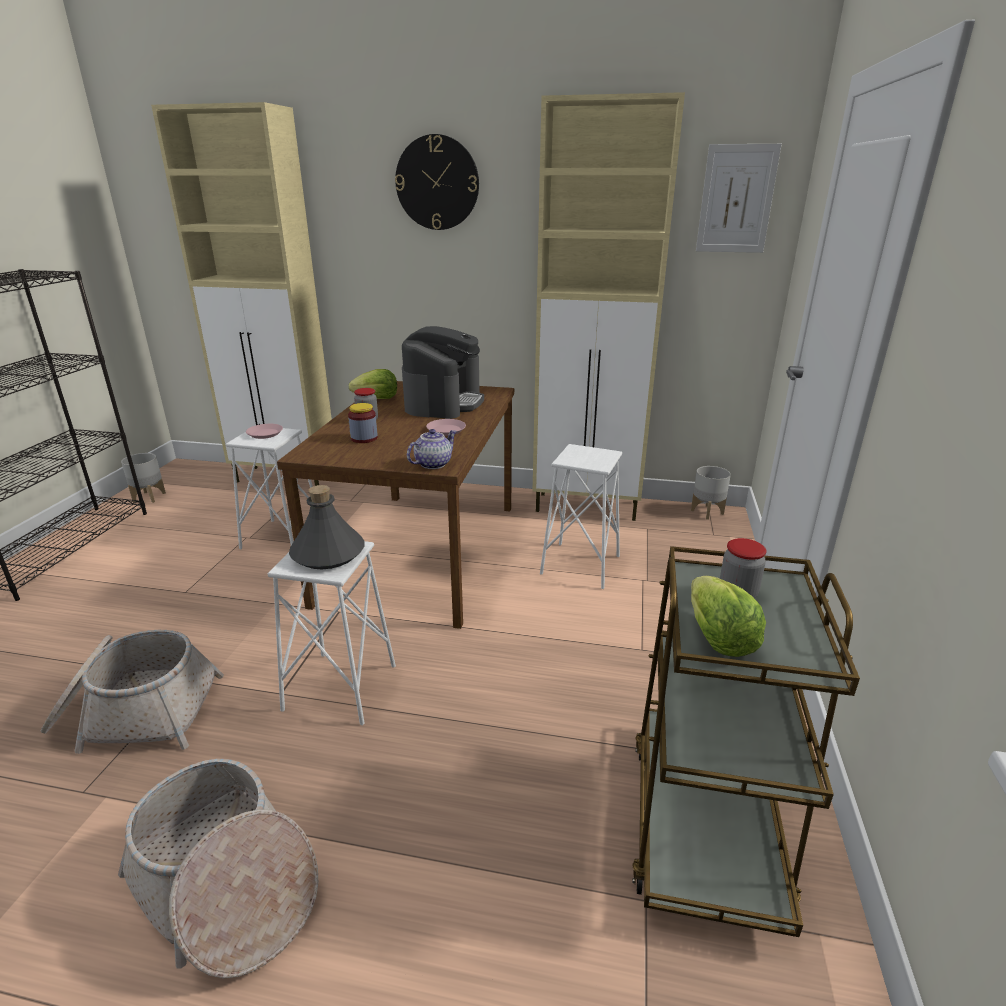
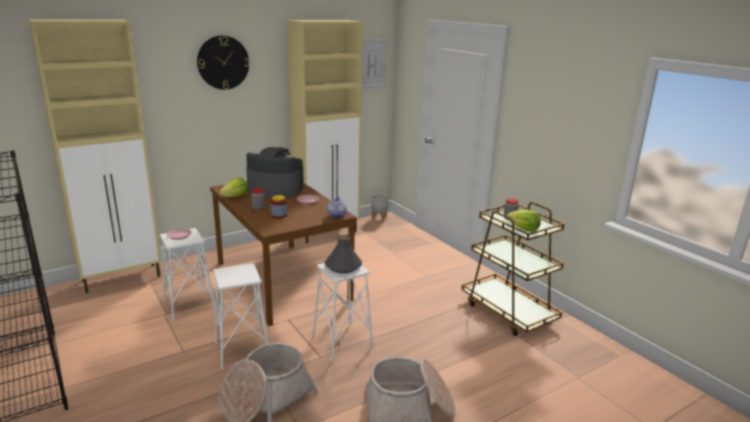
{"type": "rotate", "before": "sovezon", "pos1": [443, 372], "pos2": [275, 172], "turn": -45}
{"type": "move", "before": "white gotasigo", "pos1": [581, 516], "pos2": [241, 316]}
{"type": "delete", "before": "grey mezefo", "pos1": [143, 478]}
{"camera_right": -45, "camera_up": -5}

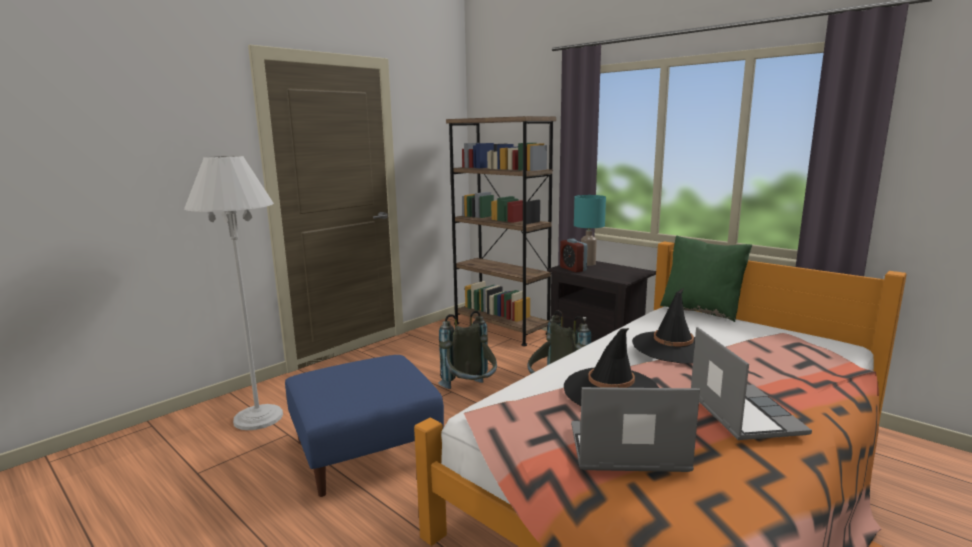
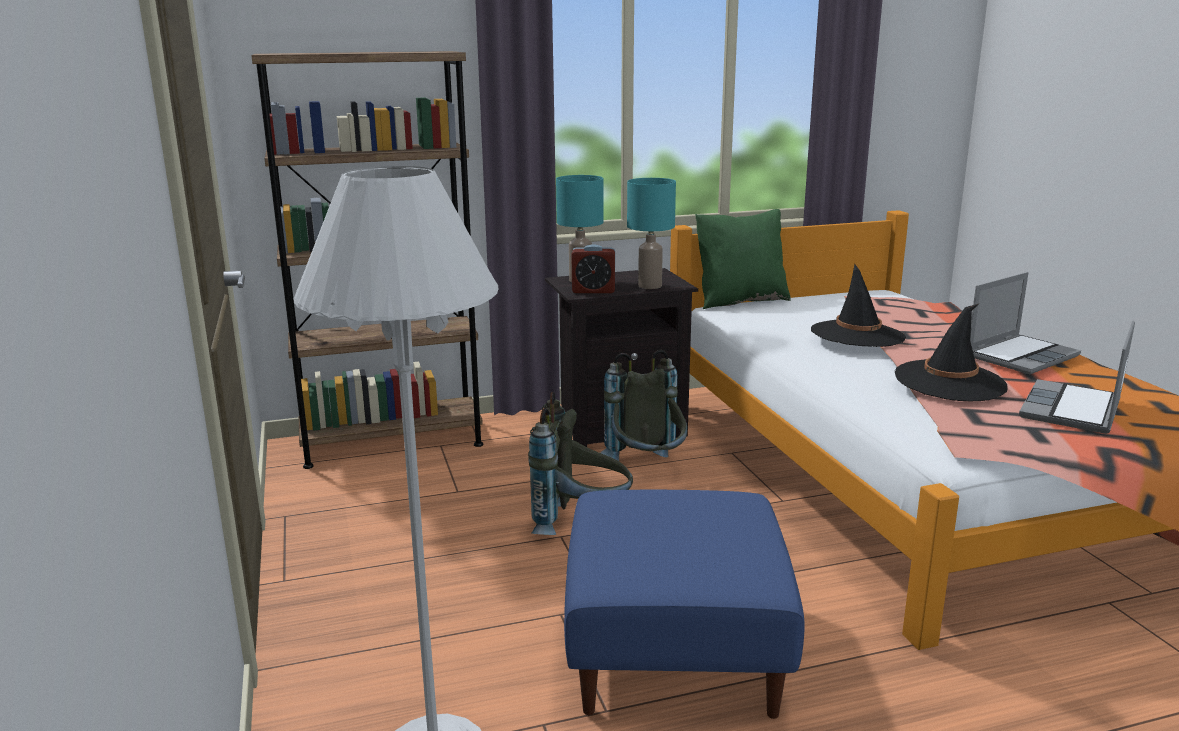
{"type": "rotate", "before": "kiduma", "pos1": [751, 383], "pos2": [1025, 323], "turn": 120}
{"type": "insert", "after": "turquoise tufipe", "pos2": [651, 233]}
{"camera_right": -60, "camera_up": 5}

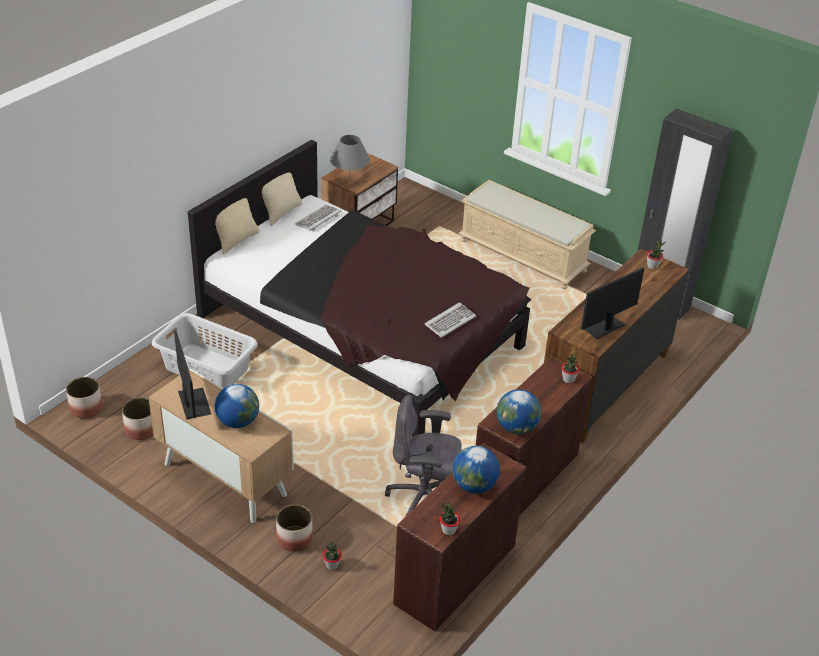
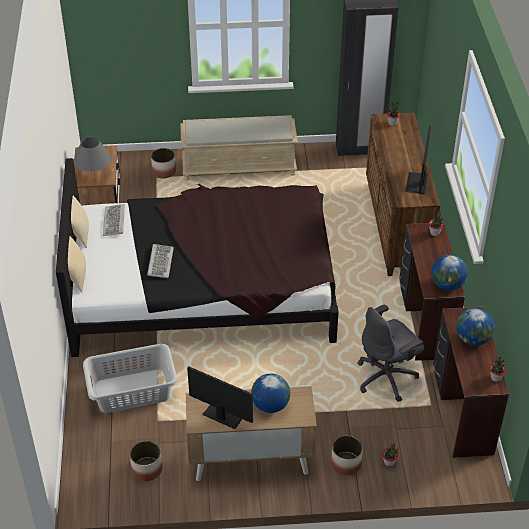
{"type": "move", "before": "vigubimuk", "pos1": [450, 320], "pos2": [160, 261]}
{"type": "move", "before": "mezefo", "pos1": [84, 398], "pos2": [163, 163]}
{"camera_right": -40, "camera_up": 5}

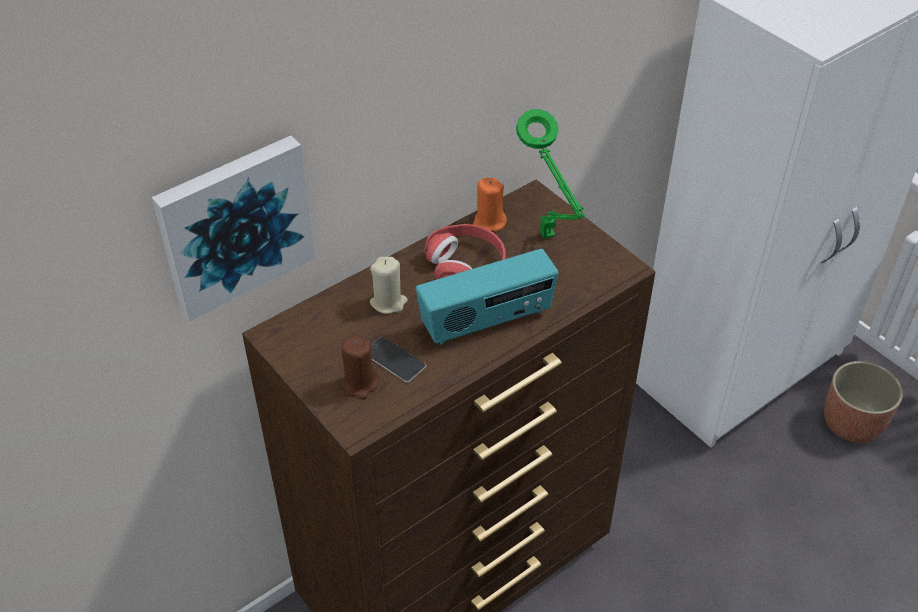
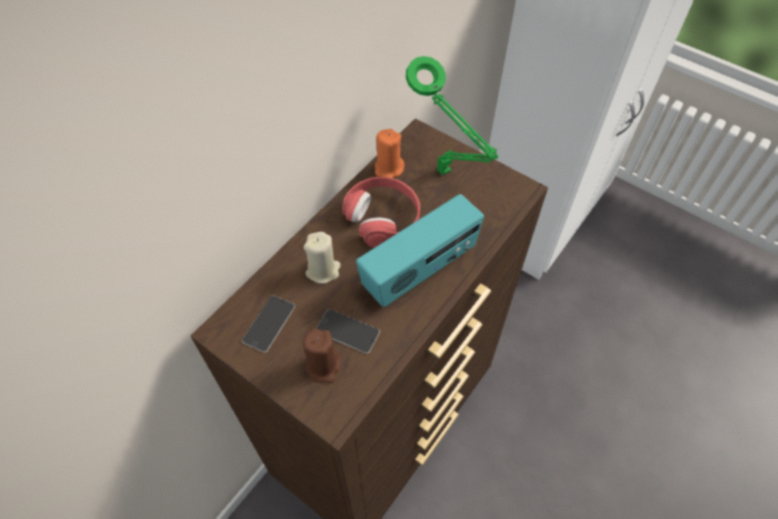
{"type": "delete", "before": "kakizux", "pos1": [233, 228]}
{"type": "delete", "before": "mezefo", "pos1": [863, 402]}
{"type": "insert", "after": "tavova", "pos2": [268, 324]}
{"camera_right": -15, "camera_up": 10}

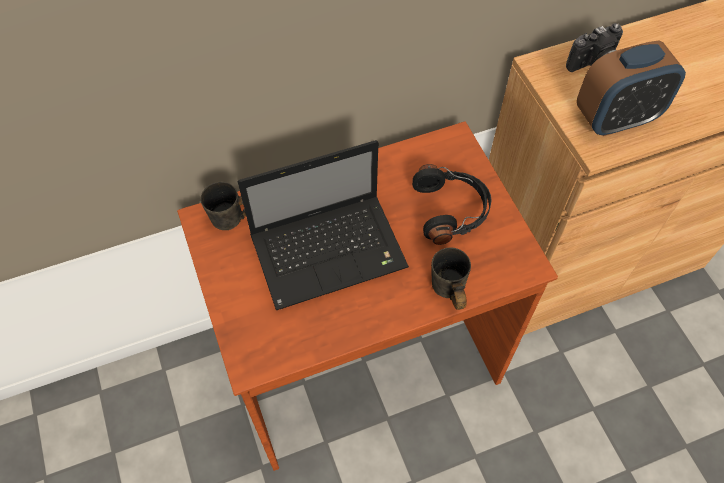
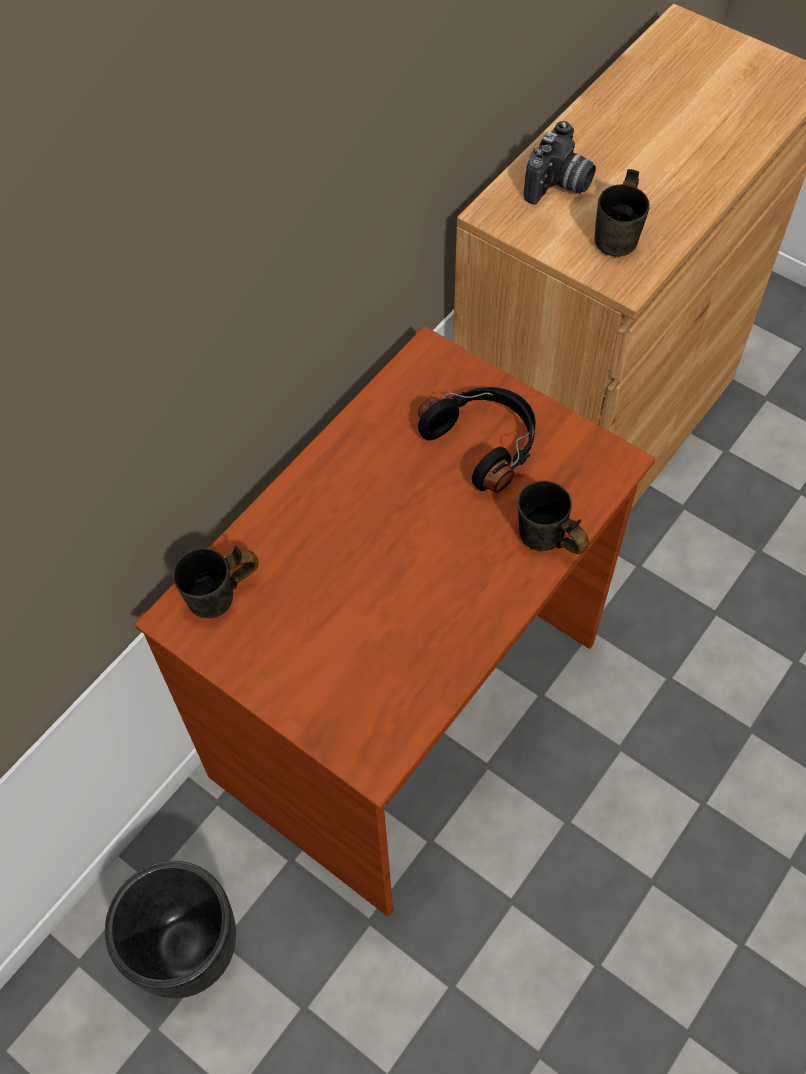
{"type": "replace", "before": "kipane", "after": "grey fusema", "pos1": [631, 88], "pos2": [622, 212]}
{"type": "delete", "before": "kiduma", "pos1": [323, 225]}
{"type": "insert", "after": "black mezefo", "pos2": [170, 929]}
{"camera_right": -30, "camera_up": 0}

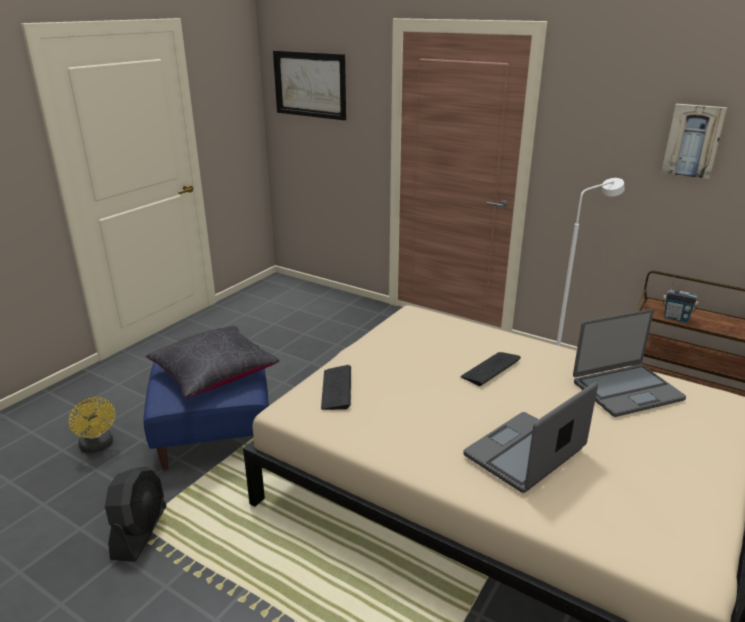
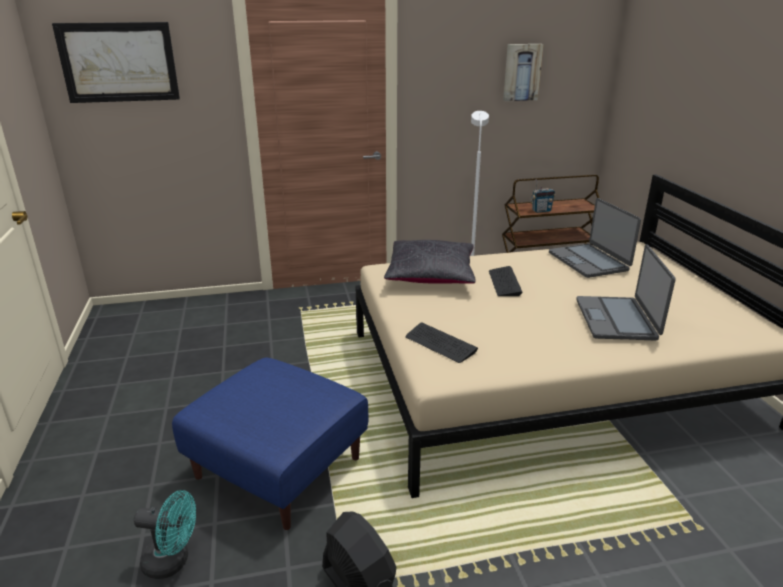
{"type": "rotate", "before": "kiduma", "pos1": [629, 363], "pos2": [595, 238], "turn": 135}
{"type": "move", "before": "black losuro", "pos1": [213, 362], "pos2": [430, 262]}
{"type": "recolor", "before": "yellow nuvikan", "after": "turquoise nuvikan", "pos1": [92, 425], "pos2": [165, 534]}
{"camera_right": -45, "camera_up": 0}

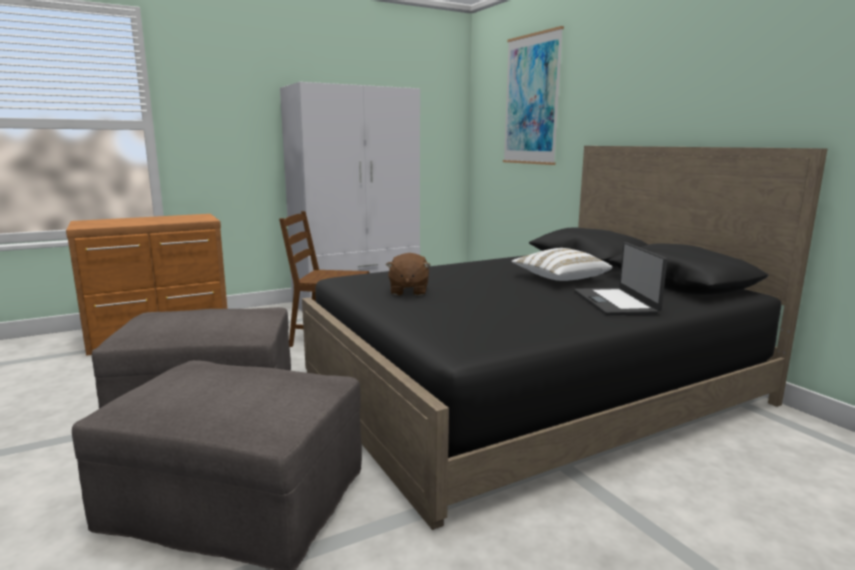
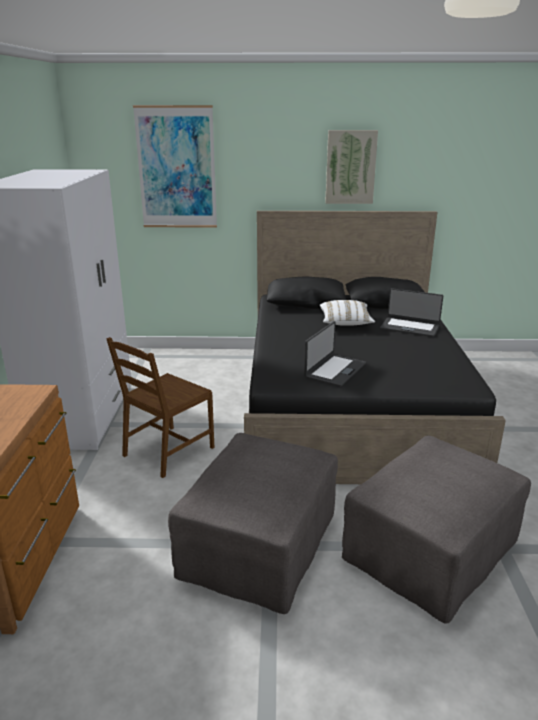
{"type": "replace", "before": "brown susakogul", "after": "kiduma", "pos1": [408, 274], "pos2": [335, 354]}
{"type": "insert", "after": "kakizux", "pos2": [351, 167]}
{"camera_right": -60, "camera_up": 10}

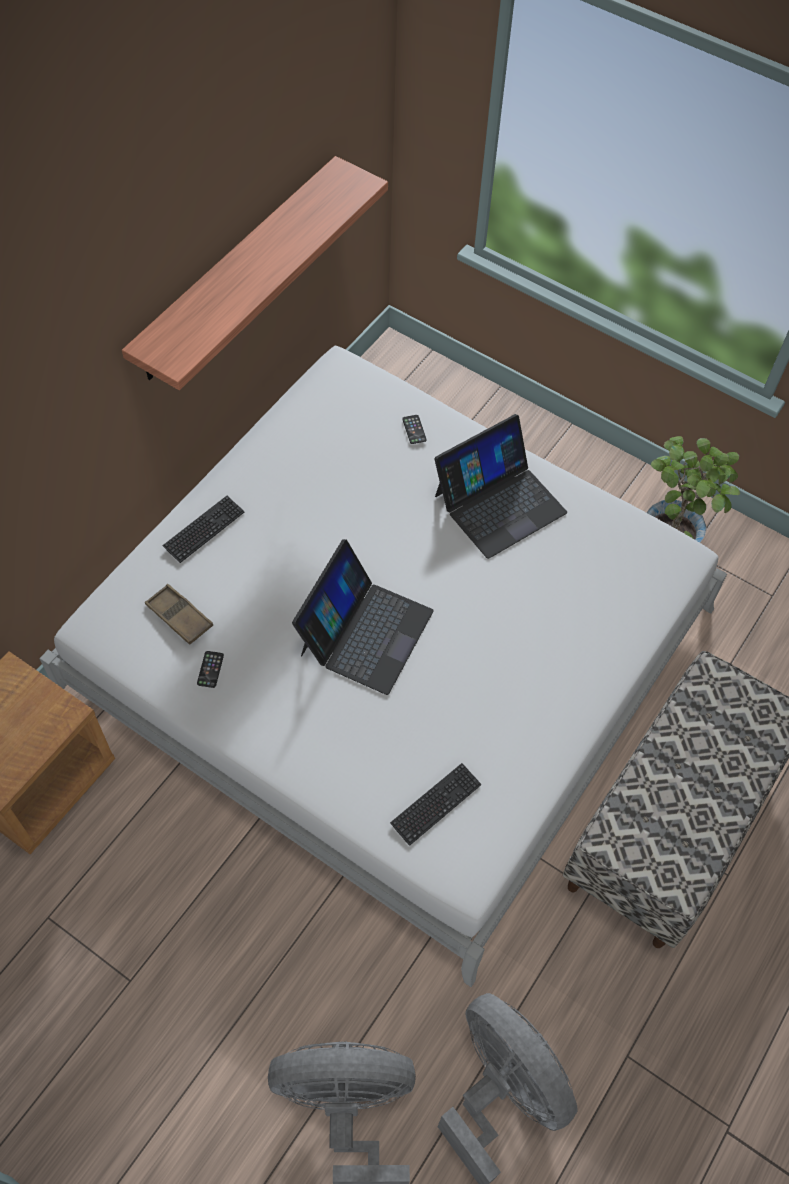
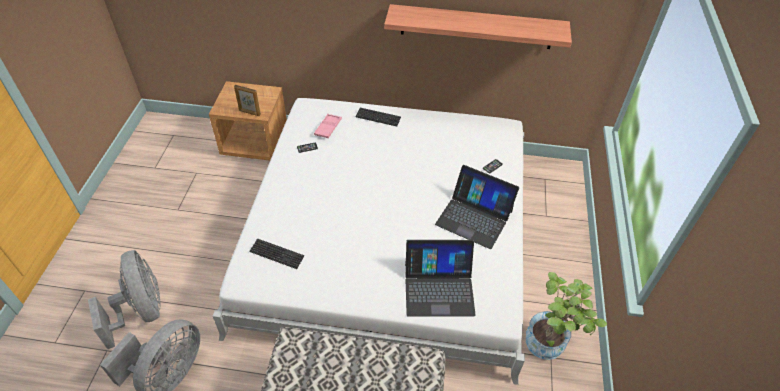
{"type": "move", "before": "kiduma", "pos1": [363, 617], "pos2": [440, 278]}
{"type": "recolor", "before": "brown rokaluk", "after": "pink rokaluk", "pos1": [179, 614], "pos2": [328, 126]}
{"type": "insert", "after": "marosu", "pos2": [247, 100]}
{"camera_right": 65, "camera_up": -10}

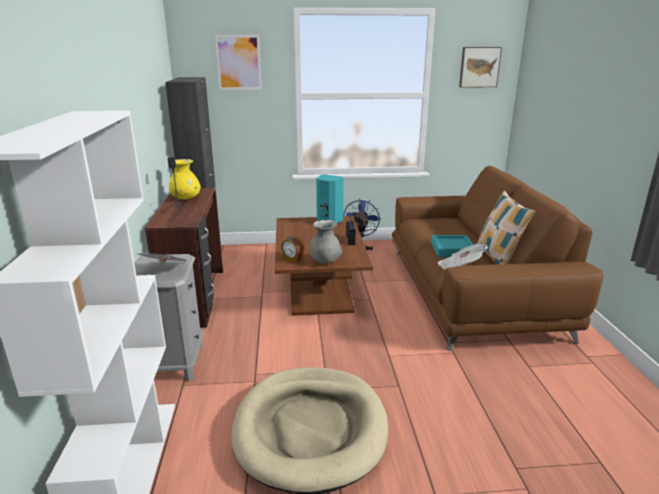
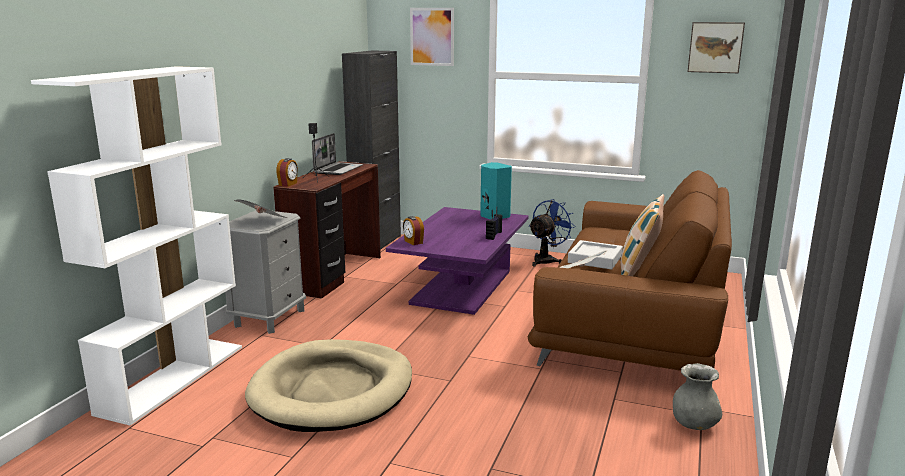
{"type": "replace", "before": "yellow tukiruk", "after": "kiduma", "pos1": [185, 179], "pos2": [337, 154]}
{"type": "recolor", "before": "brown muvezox", "after": "purple muvezox", "pos1": [324, 266], "pos2": [457, 261]}
{"type": "move", "before": "grey tukiruk", "pos1": [326, 242], "pos2": [697, 396]}
{"type": "recolor", "before": "turquoise rokaluk", "after": "grey rokaluk", "pos1": [452, 246], "pos2": [595, 254]}
{"type": "insert", "after": "kipane", "pos2": [287, 172]}
{"camera_right": 25, "camera_up": -5}

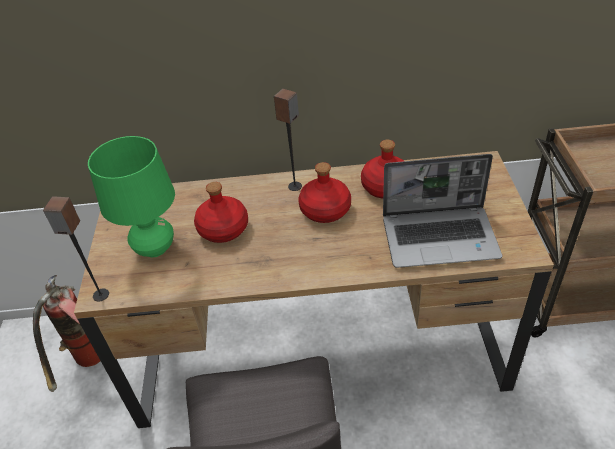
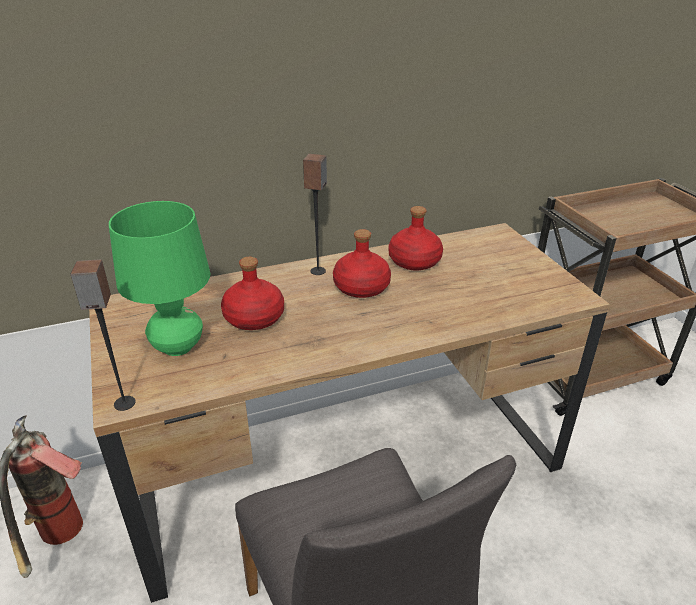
{"type": "delete", "before": "kiduma", "pos1": [442, 211]}
{"camera_right": -20, "camera_up": -10}

